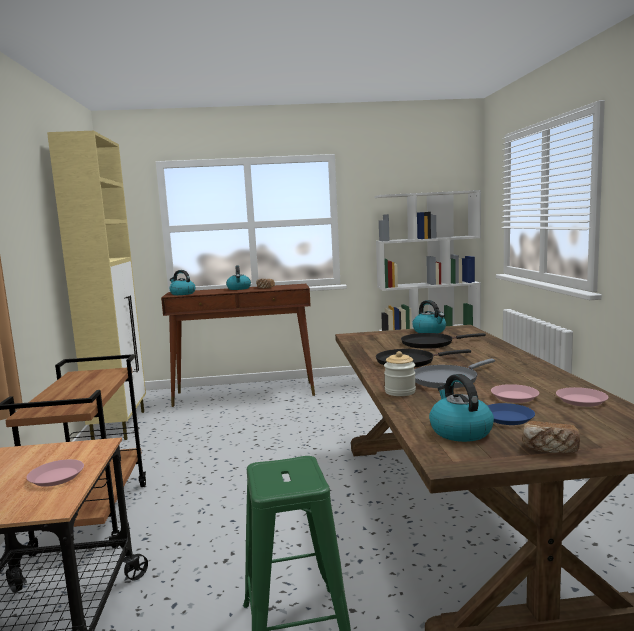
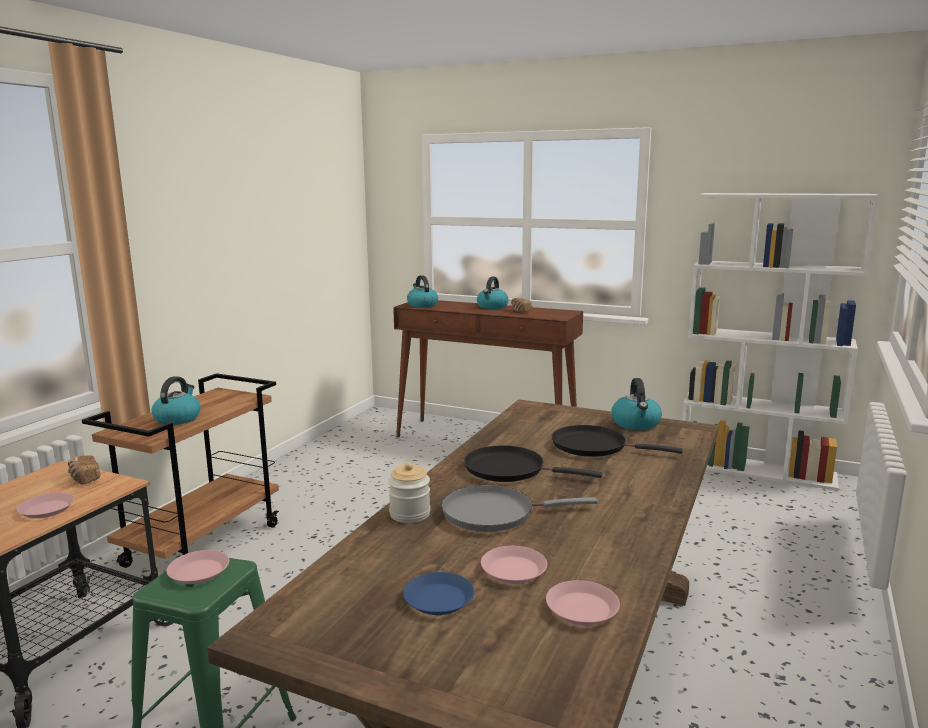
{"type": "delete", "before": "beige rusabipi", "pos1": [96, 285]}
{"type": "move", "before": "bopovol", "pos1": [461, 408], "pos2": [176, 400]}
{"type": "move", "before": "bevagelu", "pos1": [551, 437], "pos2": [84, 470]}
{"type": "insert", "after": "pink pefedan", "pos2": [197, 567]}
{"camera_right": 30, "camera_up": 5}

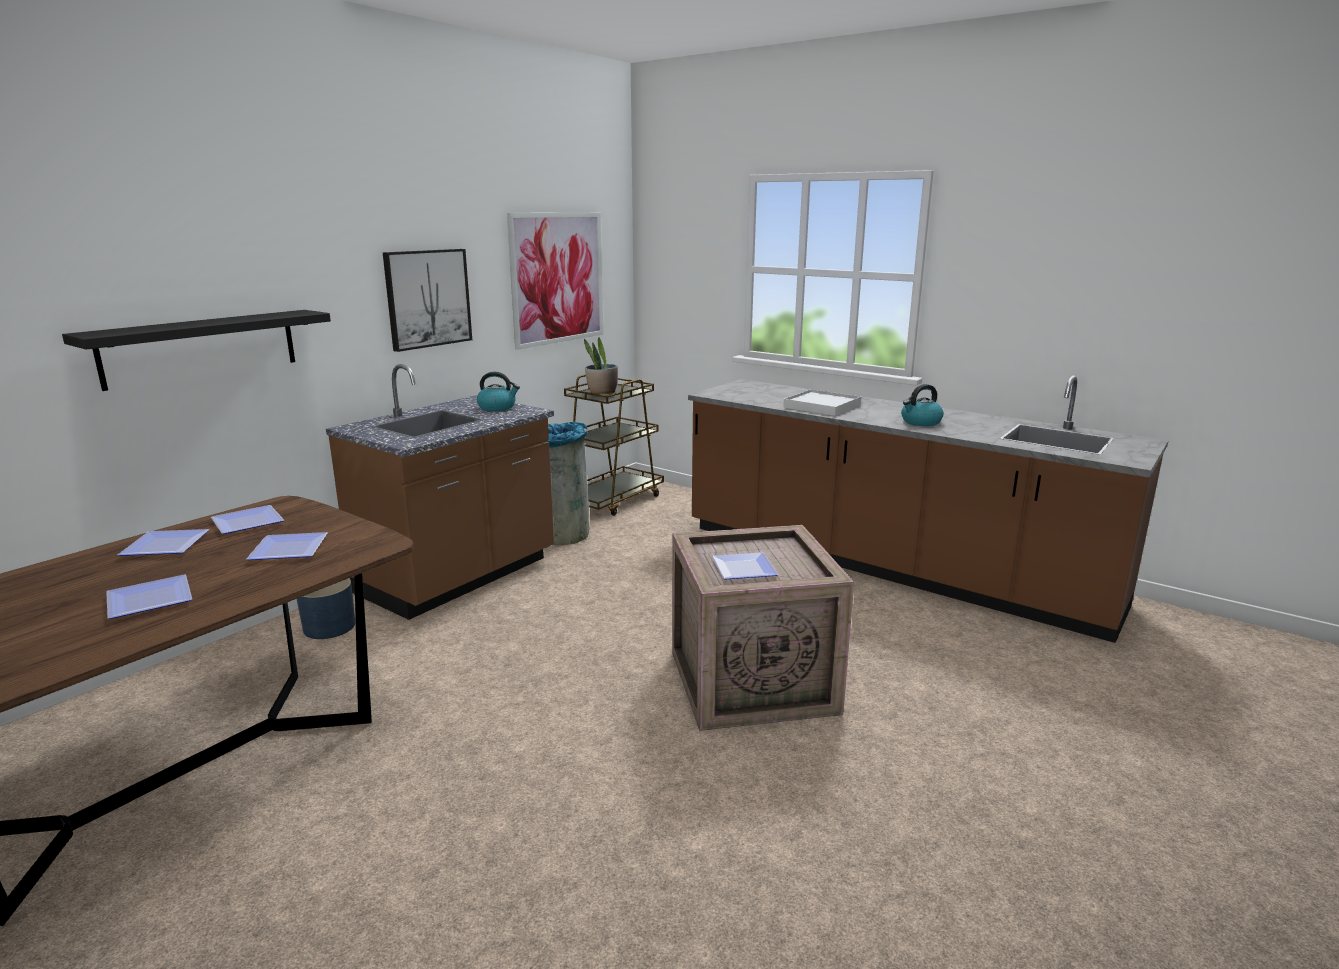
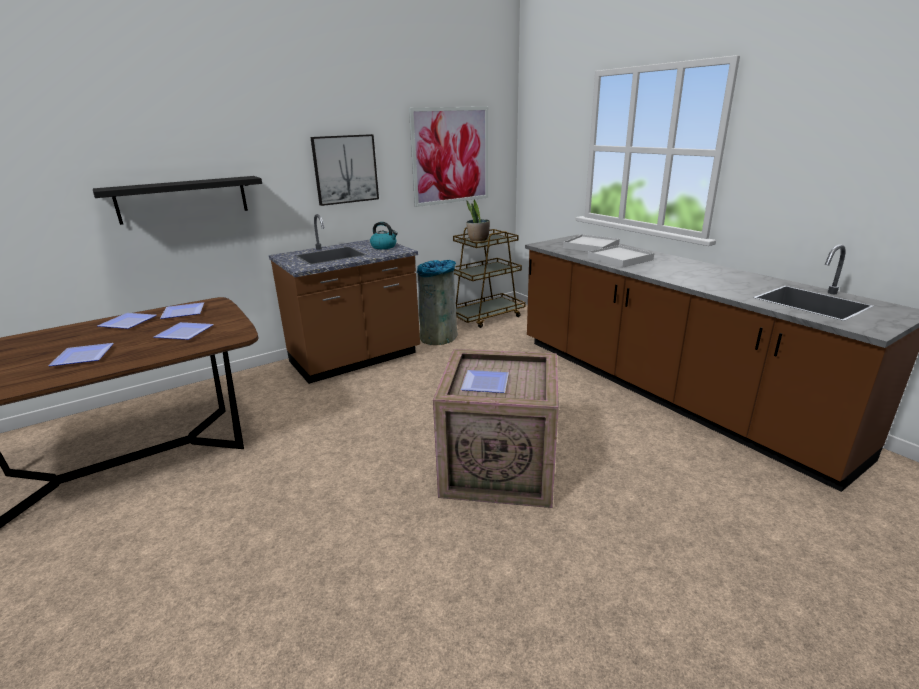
{"type": "delete", "before": "bopovol", "pos1": [922, 405]}
{"type": "delete", "before": "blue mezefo", "pos1": [326, 608]}
{"type": "insert", "after": "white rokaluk", "pos2": [591, 243]}
{"camera_right": 20, "camera_up": 5}

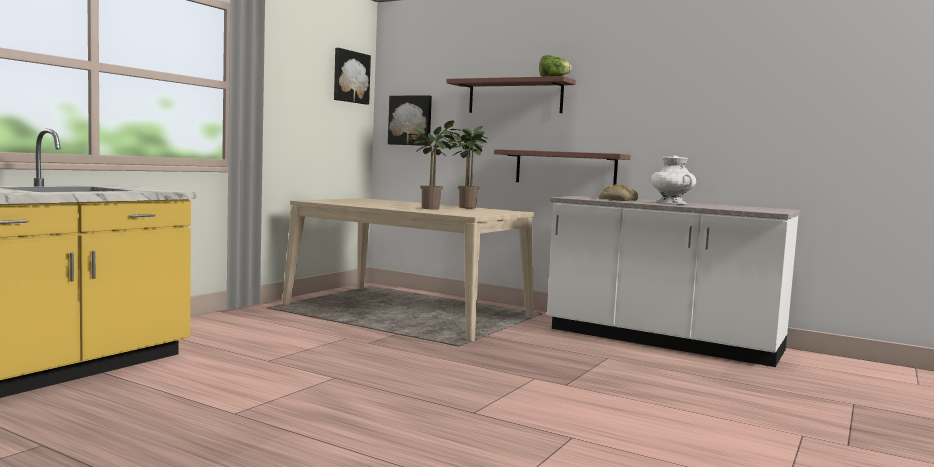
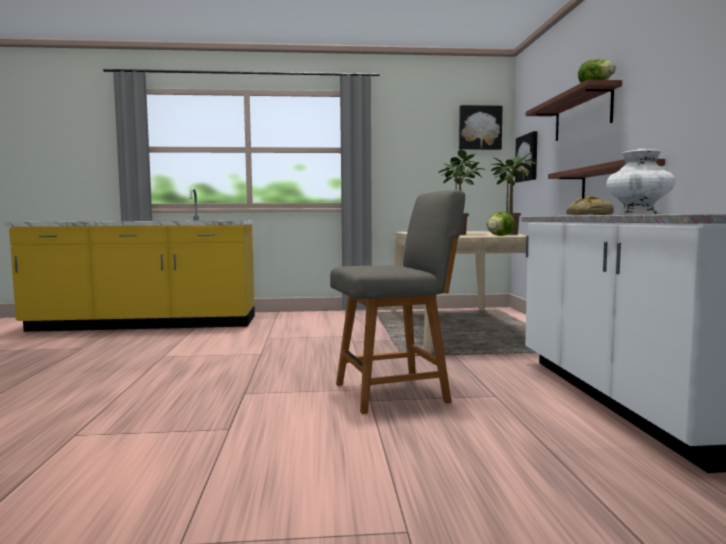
{"type": "insert", "after": "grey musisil", "pos2": [397, 302]}
{"type": "insert", "after": "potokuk", "pos2": [500, 224]}
{"camera_right": 55, "camera_up": 0}

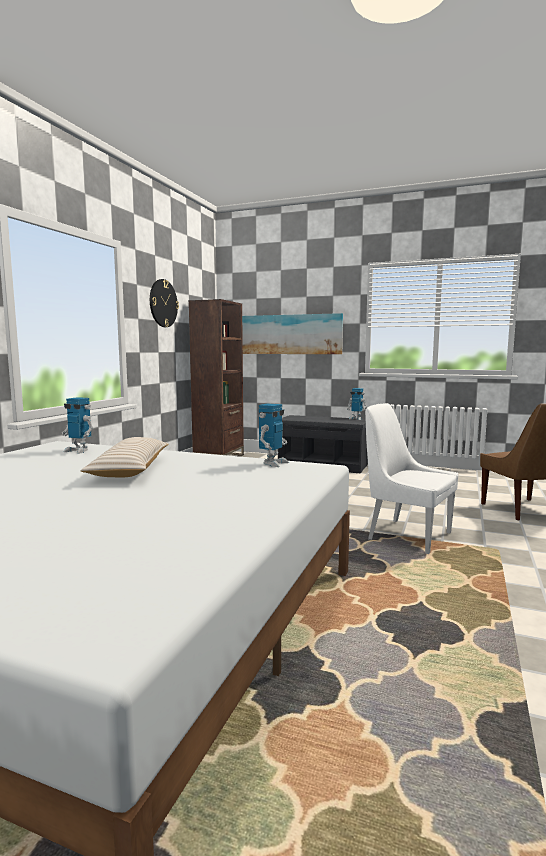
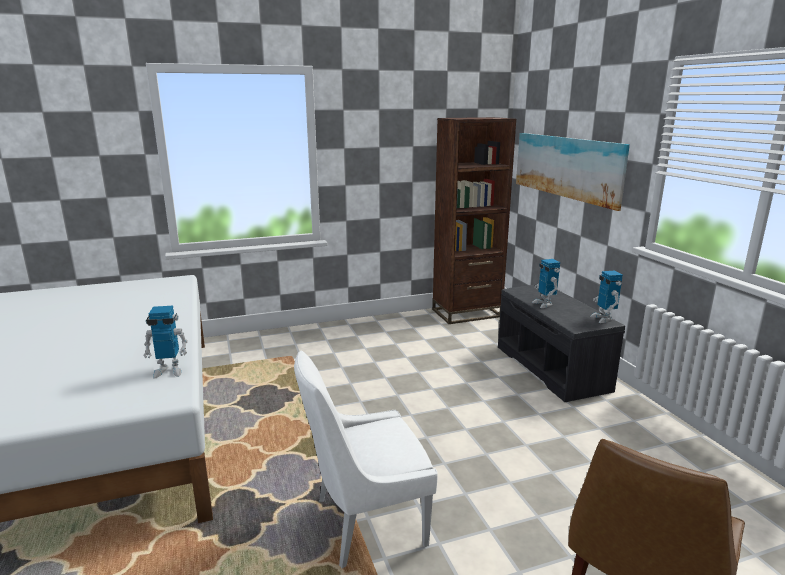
{"type": "delete", "before": "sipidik", "pos1": [164, 303]}
{"type": "move", "before": "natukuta", "pos1": [77, 425], "pos2": [546, 283]}
{"type": "rotate", "before": "white musisil", "pos1": [411, 478], "pos2": [366, 459], "turn": -105}
{"type": "delete", "before": "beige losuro", "pos1": [125, 457]}
{"camera_right": 50, "camera_up": 10}

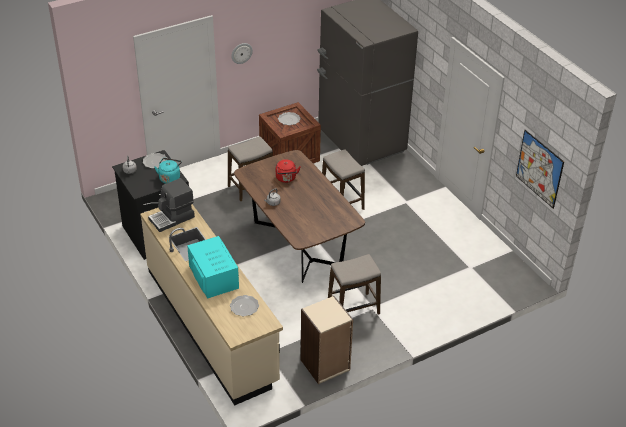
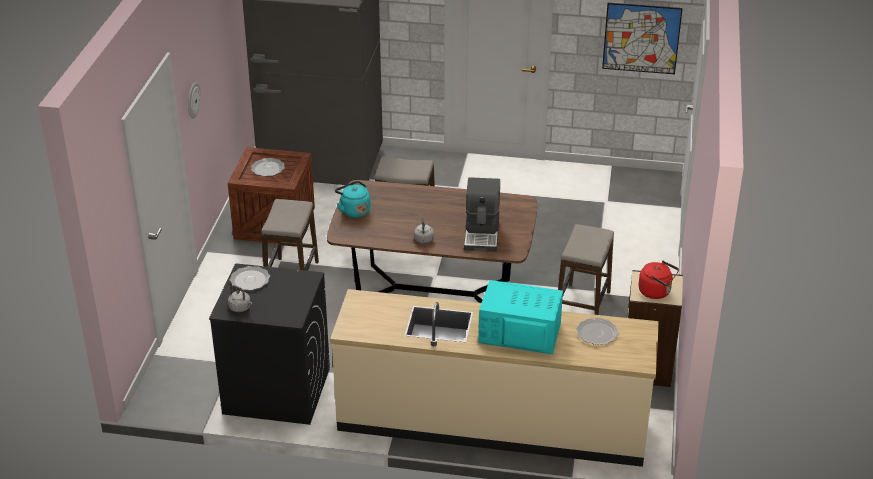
{"type": "move", "before": "turquoise bopovol", "pos1": [168, 171], "pos2": [353, 199]}
{"type": "move", "before": "red bopovol", "pos1": [288, 171], "pos2": [659, 280]}
{"type": "move", "before": "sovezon", "pos1": [171, 205], "pos2": [482, 214]}
{"camera_right": -50, "camera_up": -5}

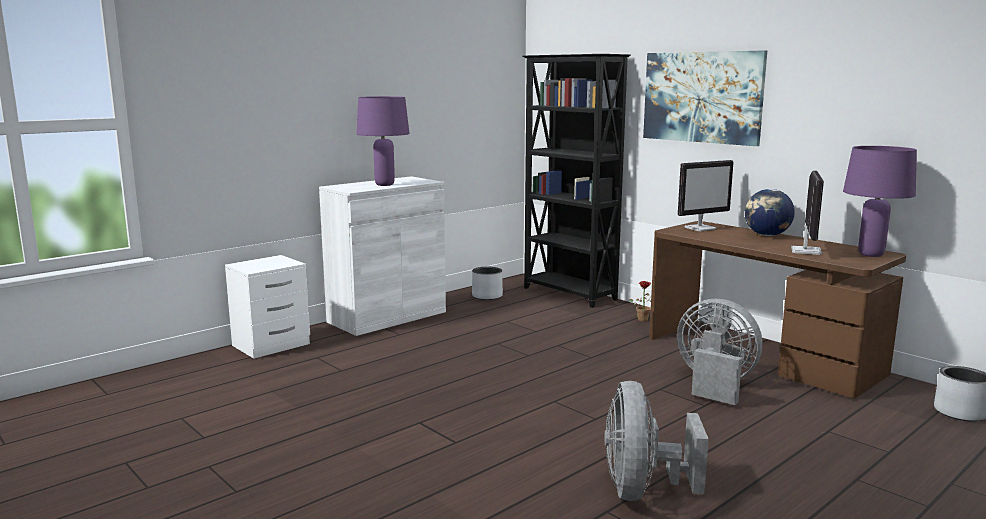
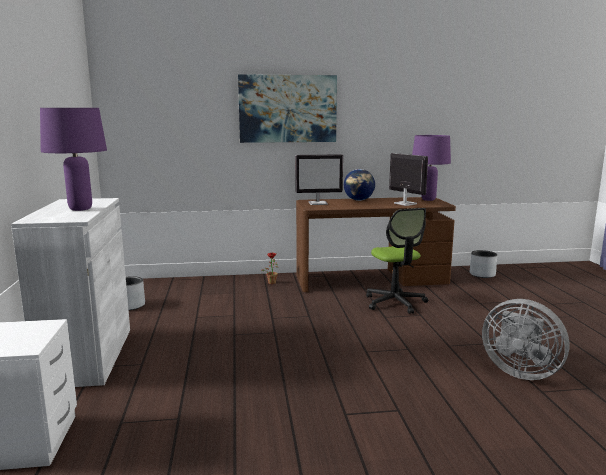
{"type": "delete", "before": "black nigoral", "pos1": [576, 181]}
{"type": "rotate", "before": "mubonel", "pos1": [706, 195], "pos2": [319, 179], "turn": 75}
{"type": "replace", "before": "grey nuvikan", "after": "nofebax", "pos1": [719, 352], "pos2": [397, 261]}
{"camera_right": -55, "camera_up": 0}

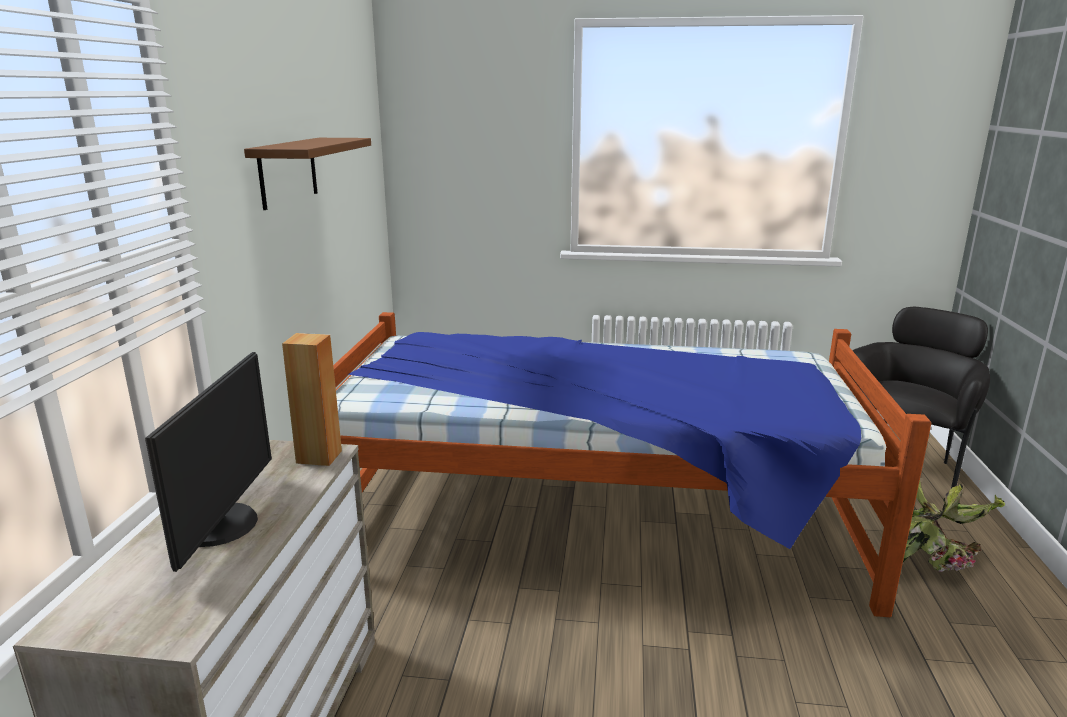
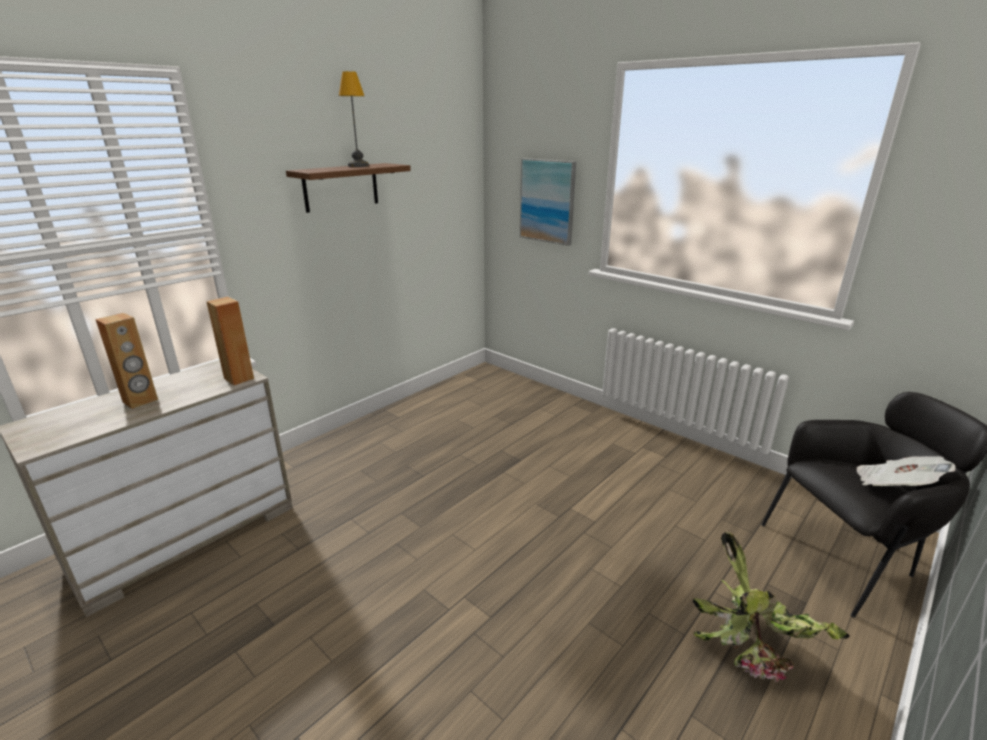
{"type": "delete", "before": "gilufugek", "pos1": [632, 464]}
{"type": "replace", "before": "mubonel", "after": "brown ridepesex", "pos1": [208, 462], "pos2": [126, 361]}
{"type": "insert", "after": "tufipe", "pos2": [354, 119]}
{"type": "insert", "after": "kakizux", "pos2": [548, 202]}
{"type": "insert", "after": "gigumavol", "pos2": [906, 471]}
{"camera_right": 35, "camera_up": 5}

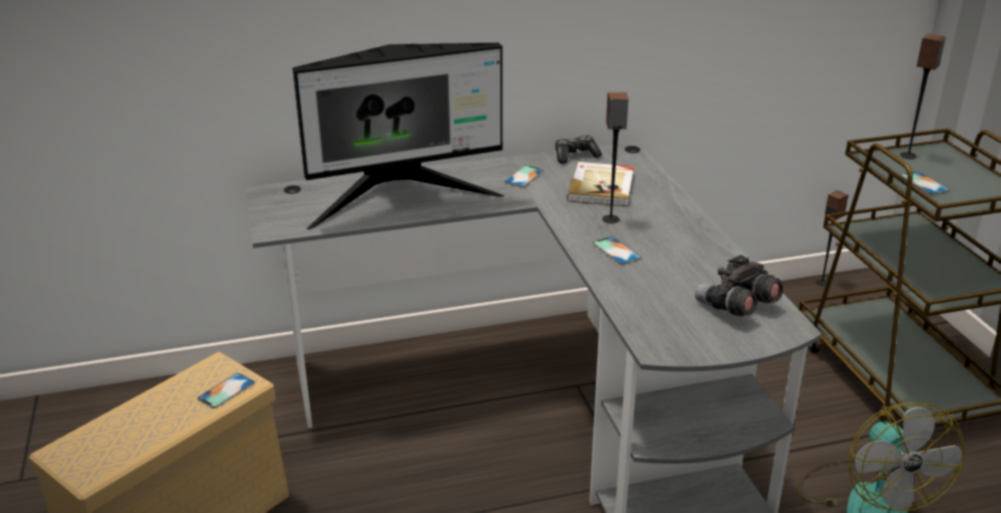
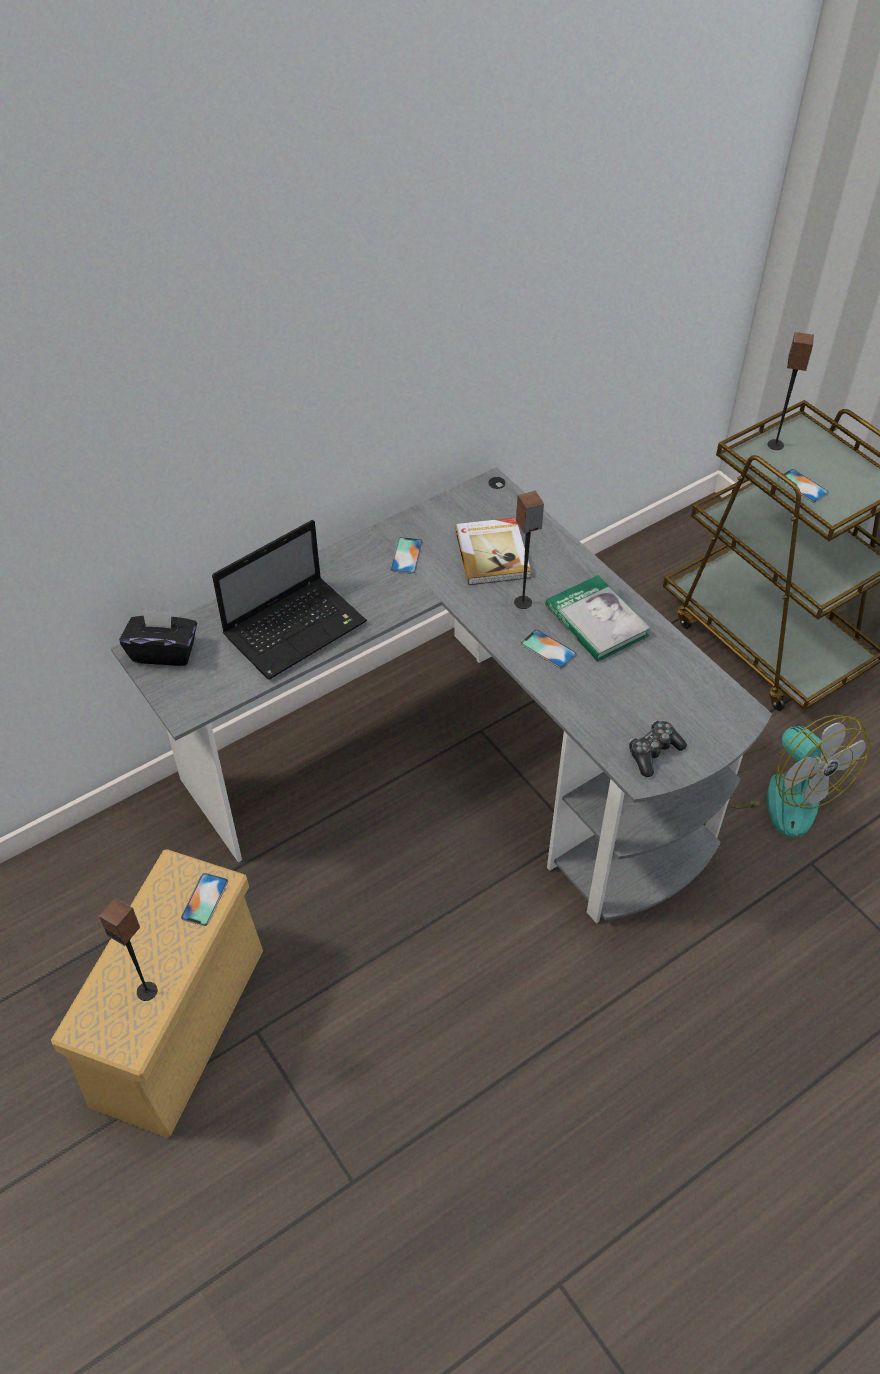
{"type": "replace", "before": "mubonel", "after": "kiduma", "pos1": [398, 136], "pos2": [289, 600]}
{"type": "move", "before": "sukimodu", "pos1": [578, 149], "pos2": [658, 749]}
{"type": "move", "before": "ridepesex", "pos1": [832, 238], "pos2": [128, 949]}
{"type": "delete", "before": "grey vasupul", "pos1": [739, 285]}
{"type": "insert", "after": "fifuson", "pos2": [598, 618]}
{"type": "insert", "after": "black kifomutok", "pos2": [158, 637]}
{"camera_right": -20, "camera_up": 20}

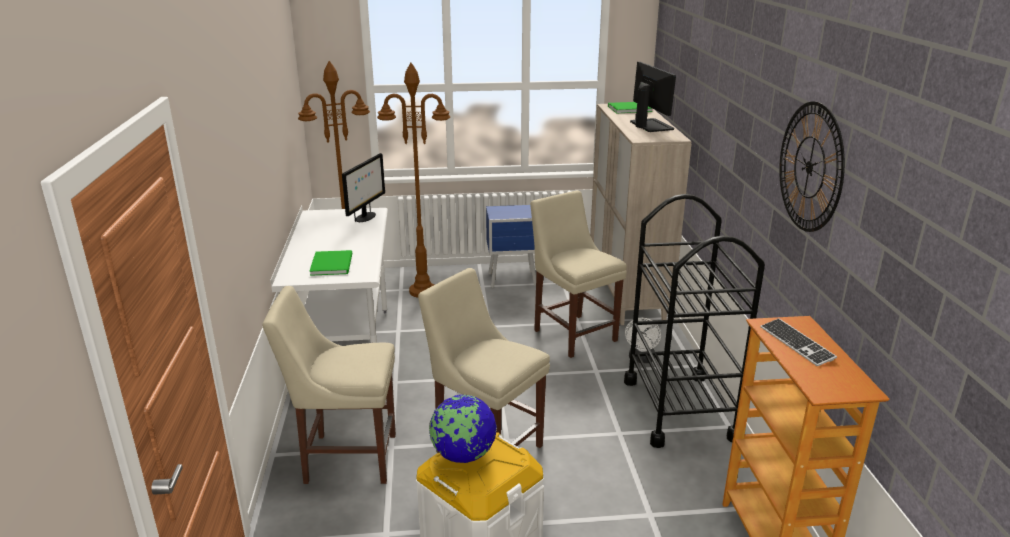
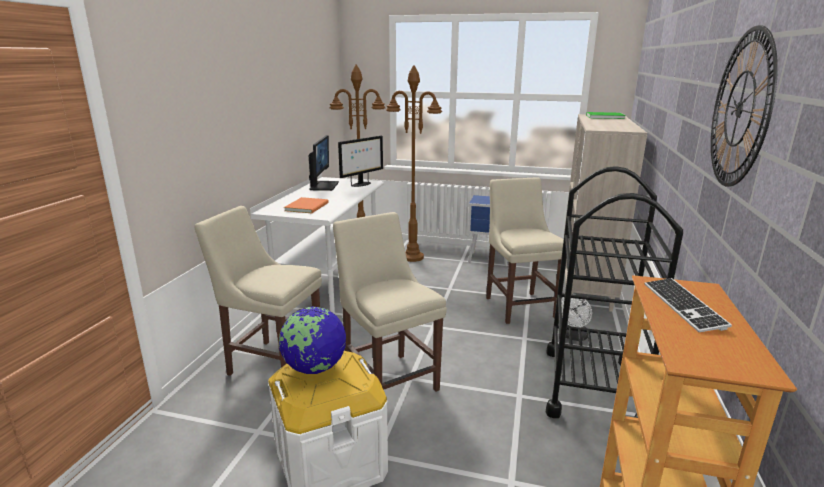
{"type": "move", "before": "mubonel", "pos1": [653, 97], "pos2": [324, 163]}
{"type": "recolor", "before": "green fifuson", "after": "orange fifuson", "pos1": [331, 263], "pos2": [306, 205]}
{"camera_right": 20, "camera_up": -5}

